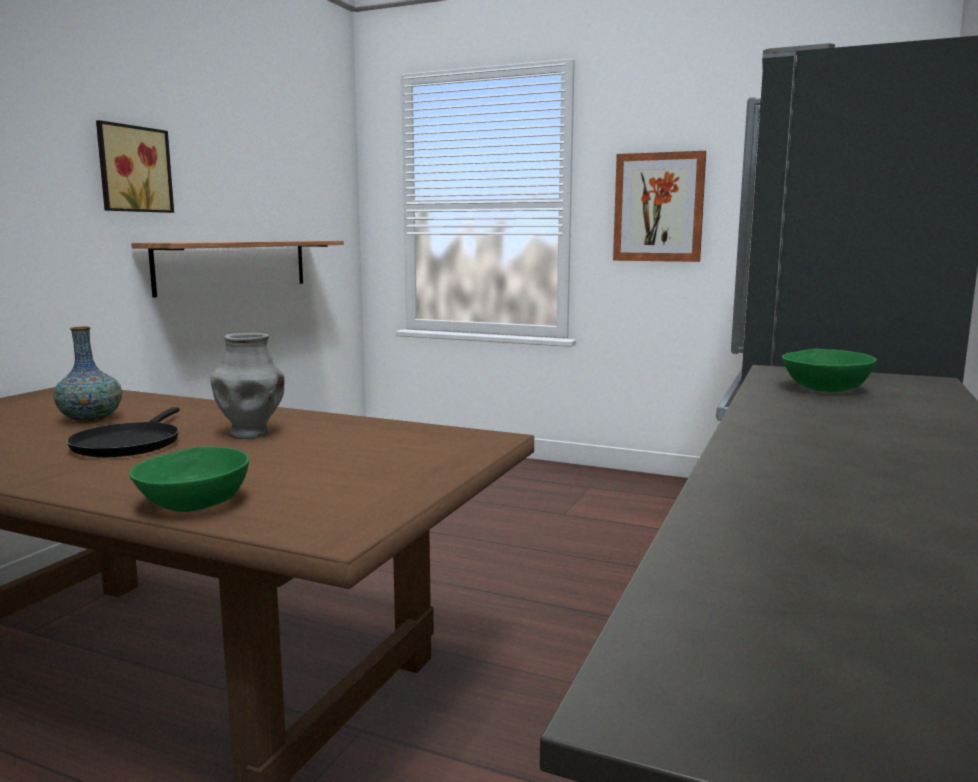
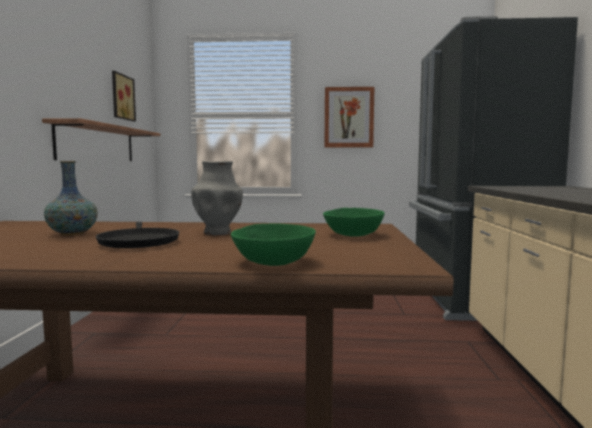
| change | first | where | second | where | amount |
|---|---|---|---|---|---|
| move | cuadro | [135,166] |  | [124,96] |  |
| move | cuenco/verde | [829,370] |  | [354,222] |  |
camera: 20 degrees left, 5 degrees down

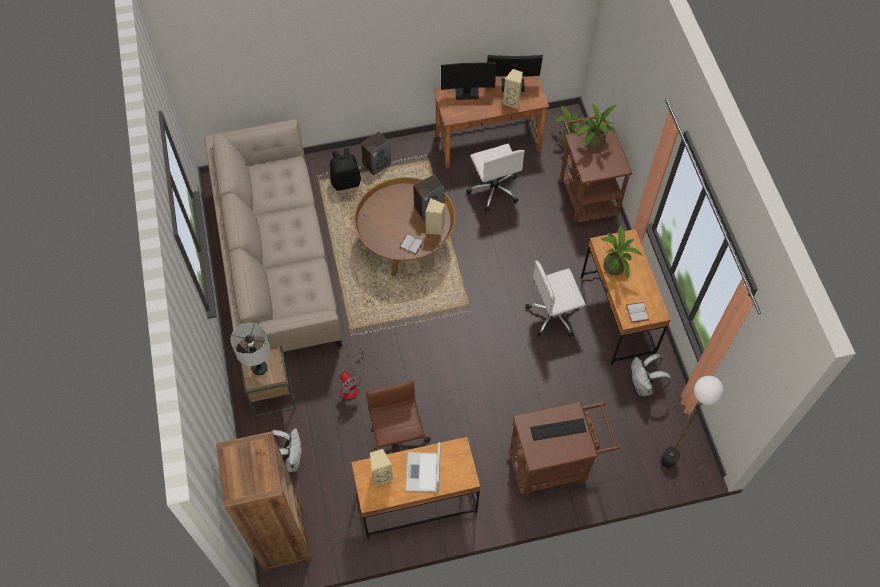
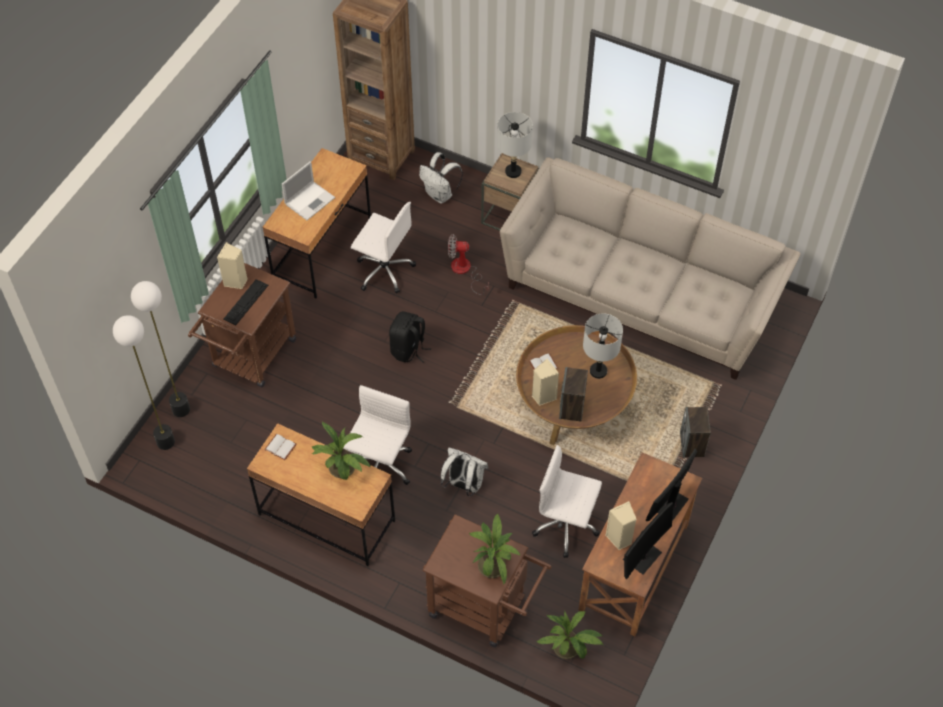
| change | first | where | second | where | amount |
|---|---|---|---|---|---|
| insert |  |  | lámpara de pie | [160,349] |  |
| move | altavoz/beis | [381,467] |  | [232,265] |  |
| rotate | portátil | [423,467] |  | [308,190] | 90 degrees clockwise |
| recolor | silla de oficina/marrón | [398,417] | silla de oficina/blanco | [383,248] |  |
| move | mochila/negro | [345,169] |  | [410,336] |  |
| move | mochila/blanco | [651,374] |  | [464,472] |  |
| insert |  |  | lámpara de mesa/gris | [603,346] |  |
camera: 130 degrees right, 5 degrees down

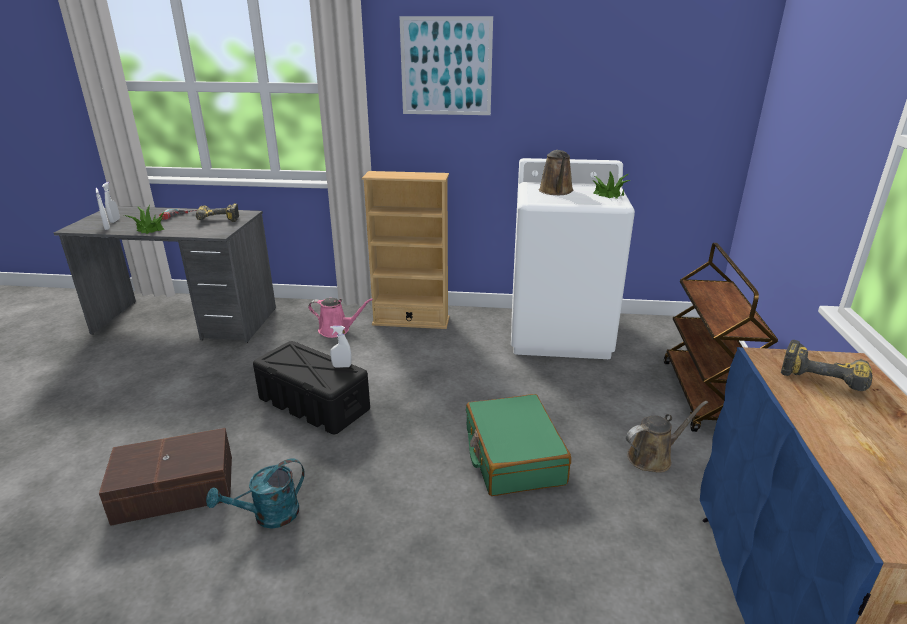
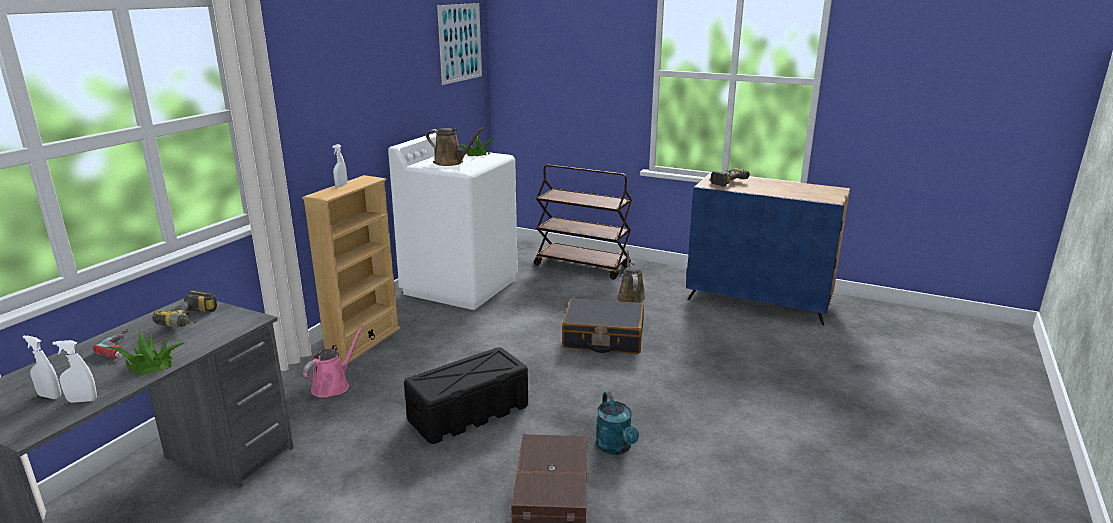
| change | first | where | second | where | amount |
|---|---|---|---|---|---|
| move | pulverizador/blanco | [341,347] |  | [339,165] |  |
| move | cuadro | [446,65] |  | [459,44] |  |
| recolor | maleta/verde | [518,445] | maleta/negro | [603,326] |  |
camera: 70 degrees left, 5 degrees down

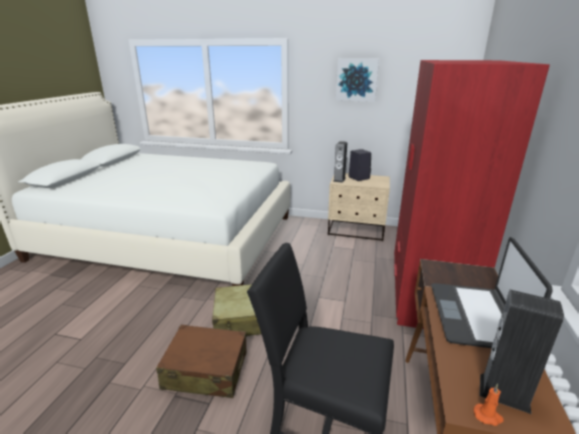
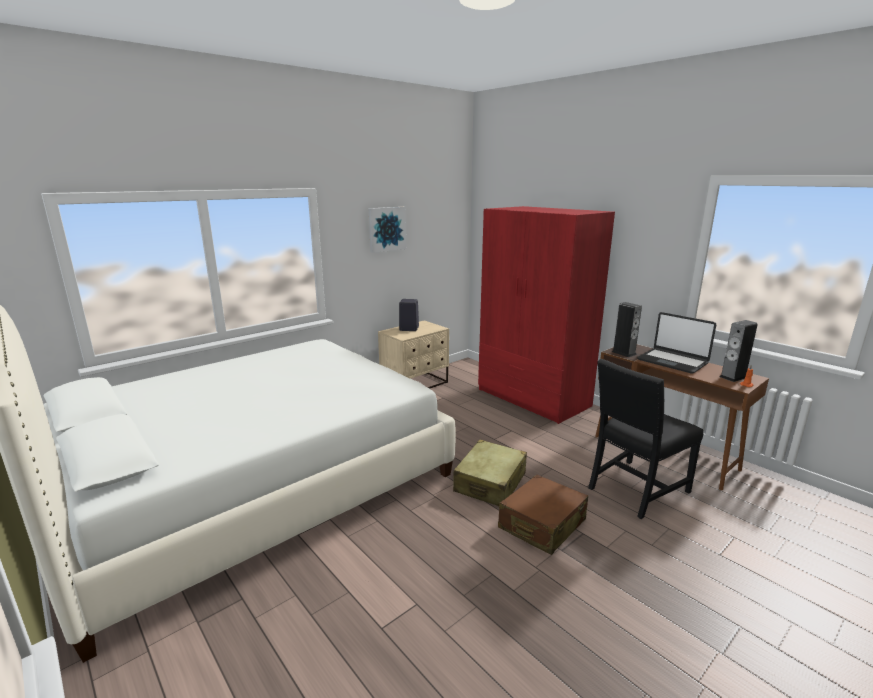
| change | first | where | second | where | amount |
|---|---|---|---|---|---|
| move | altavoz | [340,162] |  | [627,329] |  |
camera: 55 degrees left, 5 degrees down

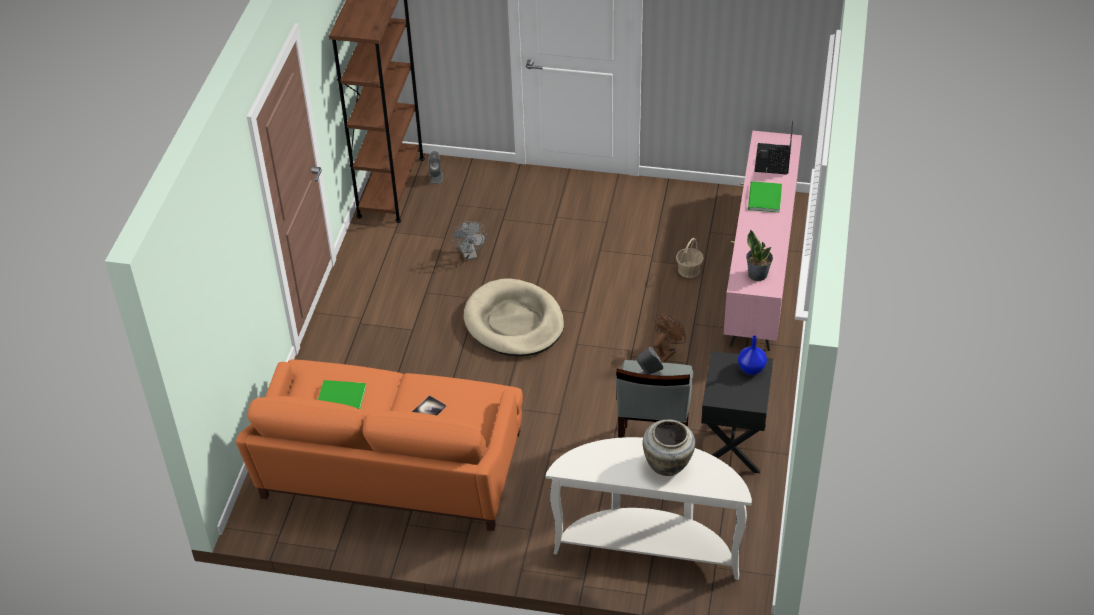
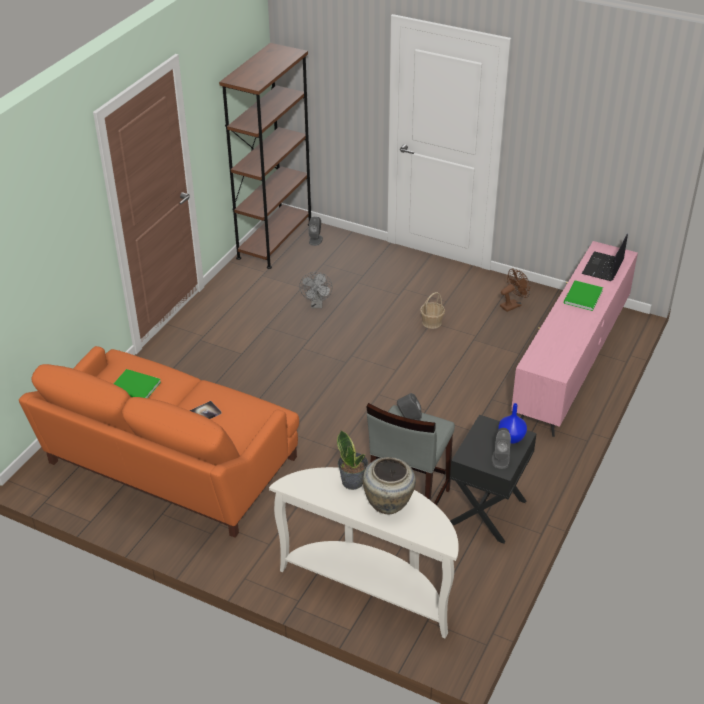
| change | first | where | second | where | amount |
|---|---|---|---|---|---|
| move | planta en maceta | [759,255] |  | [352,460] |  |
| move | cesta | [690,258] |  | [432,310] |  |
| insert |  |  | altavoz/gris | [501,448] |  |
| move | ventilador/marrón | [669,339] |  | [515,290] |  |
| delete | cama para perro/beis | [514,317] |  |  |  |
camera: 15 degrees right, 5 degrees down

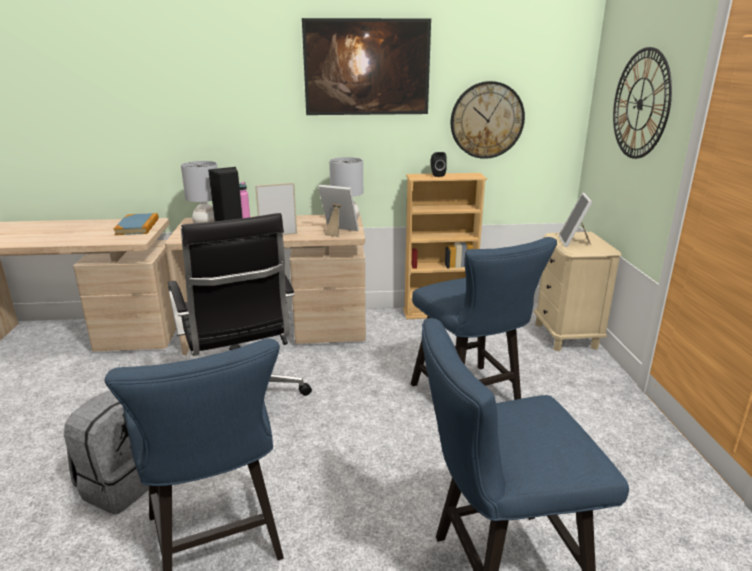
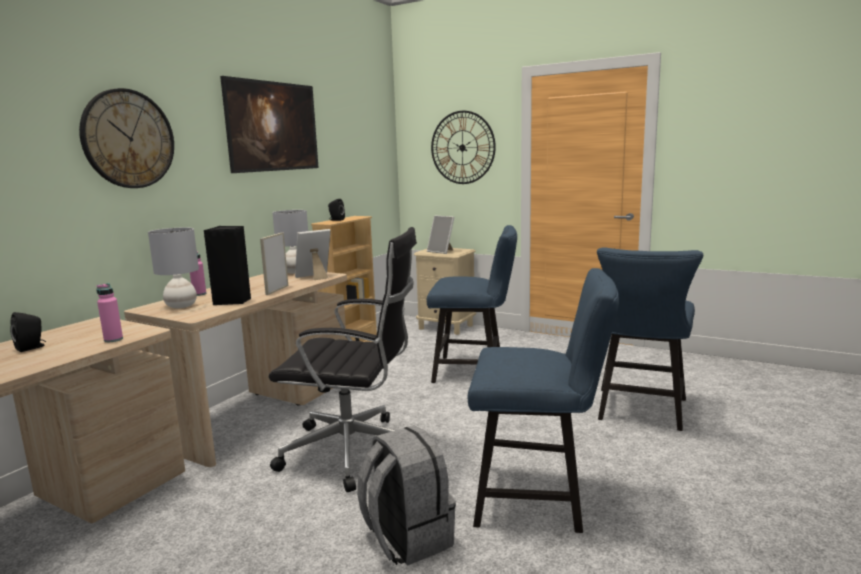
| change | first | where | second | where | amount |
|---|---|---|---|---|---|
| insert |  |  | altavoz/negro | [28,332] |  |
| move | reloj de pared | [488,120] |  | [126,138] |  |
| insert |  |  | botella/rosa | [110,312] |  |
| delete | libro | [136,224] |  |  |  |
camera: 55 degrees left, 10 degrees down

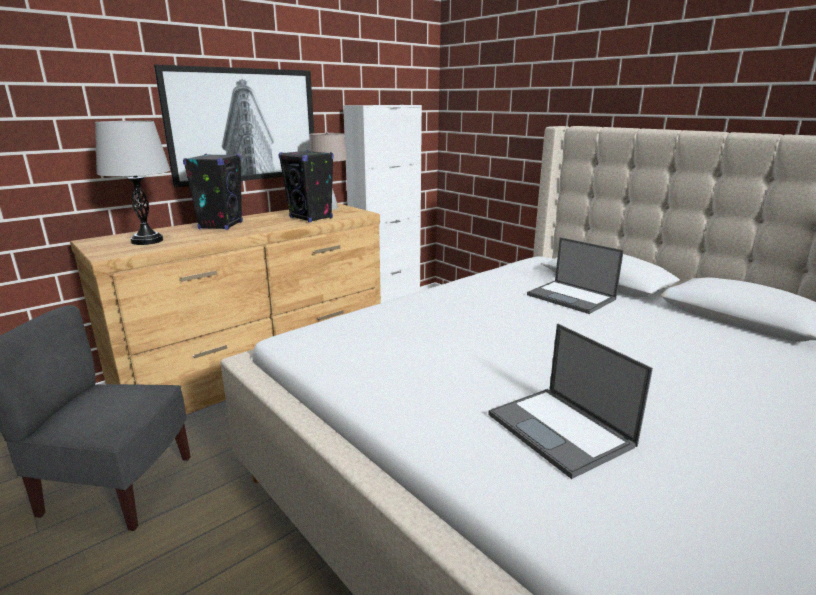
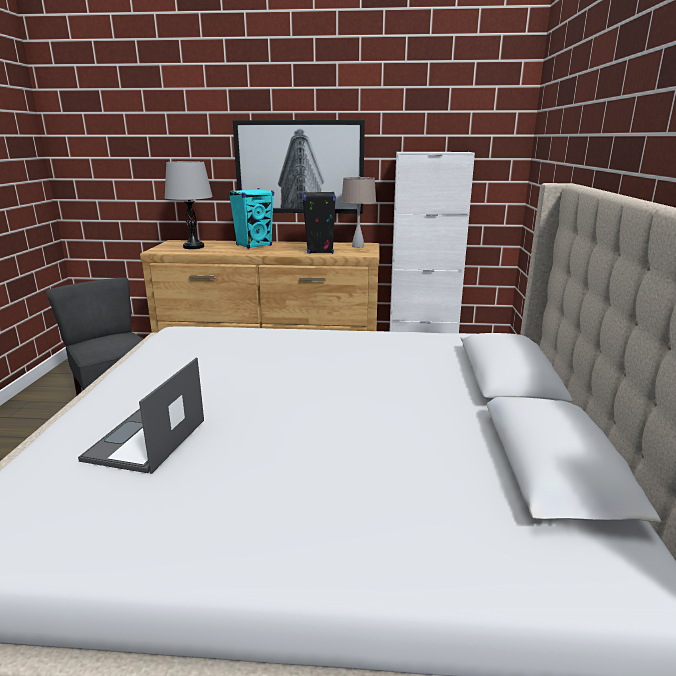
| change | first | where | second | where | amount |
|---|---|---|---|---|---|
| recolor | altavoz/negro | [213,192] | altavoz/turquesa | [251,218] |  |
| delete | portátil | [575,275] |  |  |  |
camera: 45 degrees right, 0 degrees up

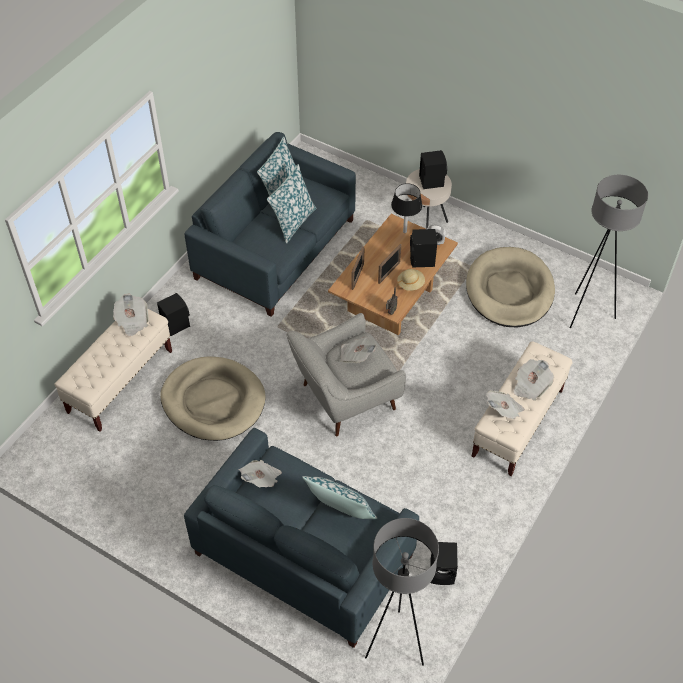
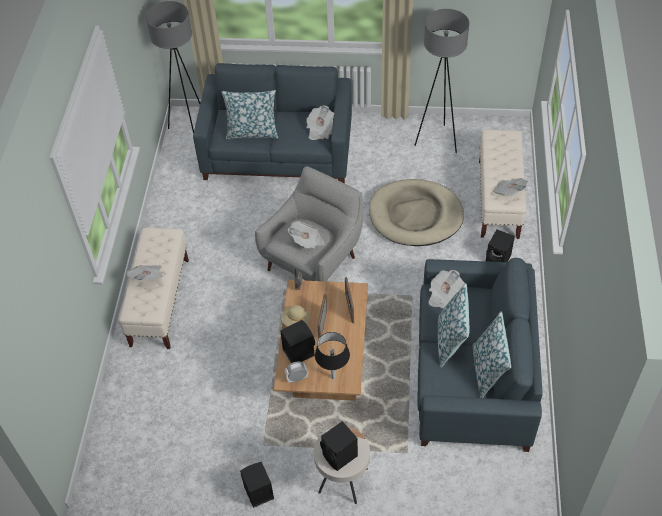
| change | first | where | second | where | amount |
|---|---|---|---|---|---|
| move | altavoz/negro | [444,563] |  | [257,485] |  |
| move | lámpara de pie/gris | [609,251] |  | [442,81] |  |
| move | periódico | [505,404] |  | [446,289] |  |
| delete | cama para perro/beis | [510,287] |  |  |  |
camera: 155 degrees right, 0 degrees up

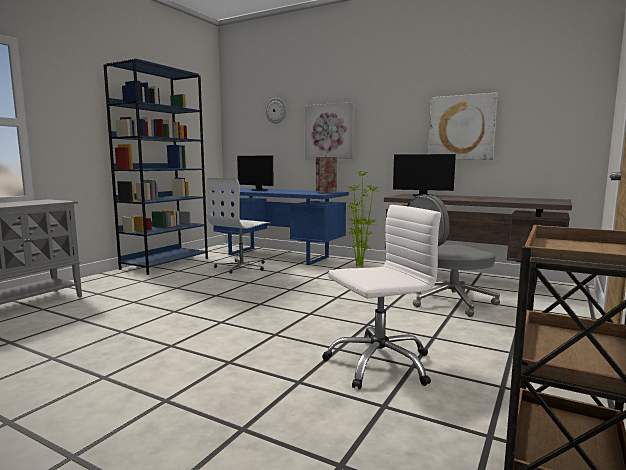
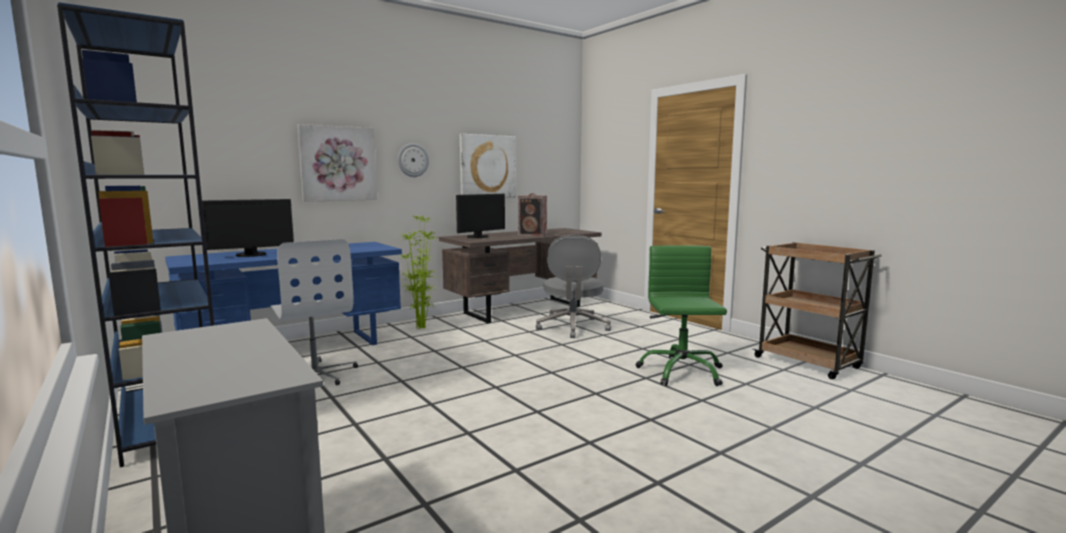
| change | first | where | second | where | amount |
|---|---|---|---|---|---|
| move | reloj de pared | [276,111] |  | [413,160] |  |
| move | altavoz | [326,174] |  | [532,214] |  |
| recolor | silla de oficina/blanco | [381,297] | silla de oficina/verde | [681,315] |  |
camera: 65 degrees left, 0 degrees up

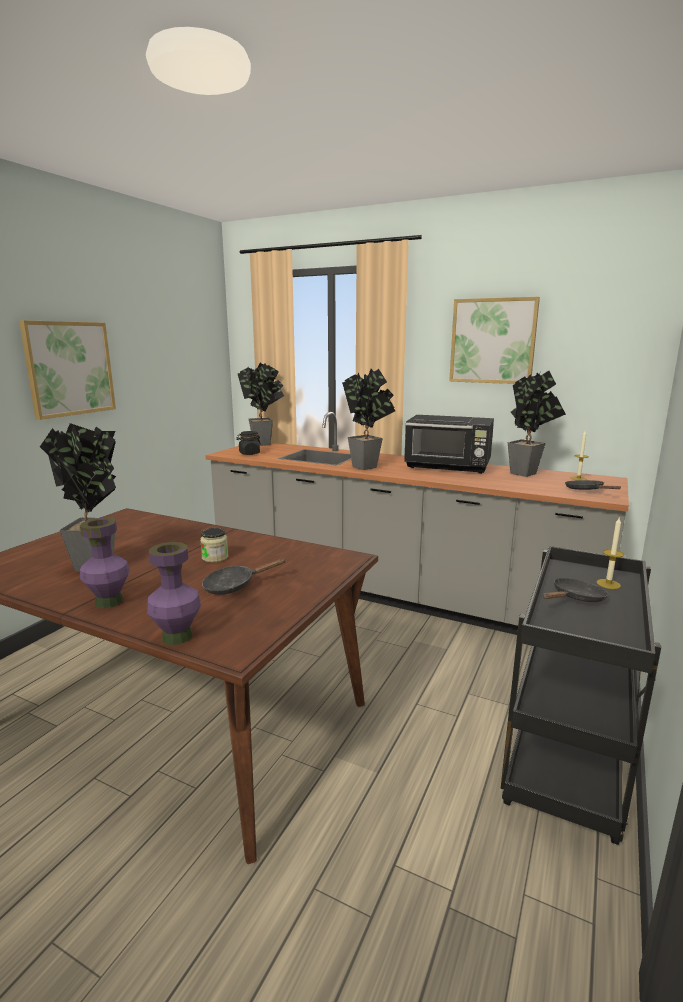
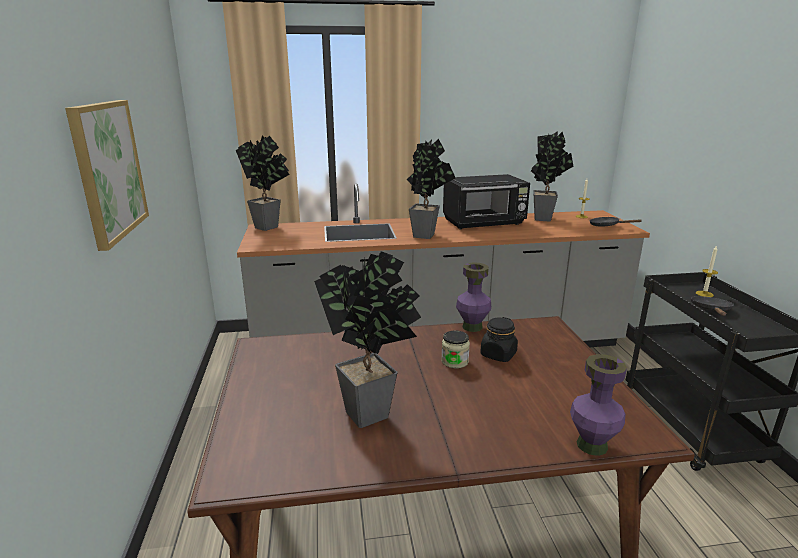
| change | first | where | second | where | amount |
|---|---|---|---|---|---|
| move | florero/morado | [105,563] |  | [473,297] |  |
| move | tarro/negro | [248,443] |  | [499,339] |  |
| delete | sartén/negro | [243,576] |  |  |  |
| delete | cuadro | [494,340] |  |  |  |
camera: 35 degrees left, 5 degrees up

